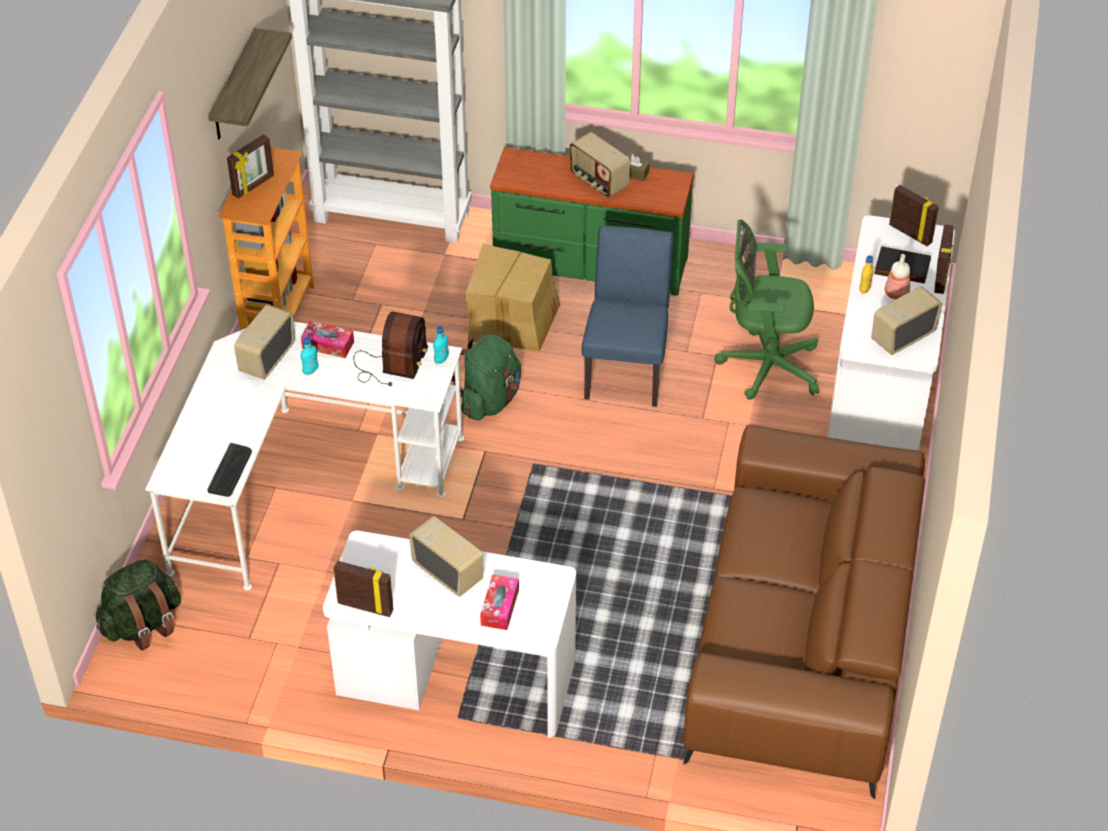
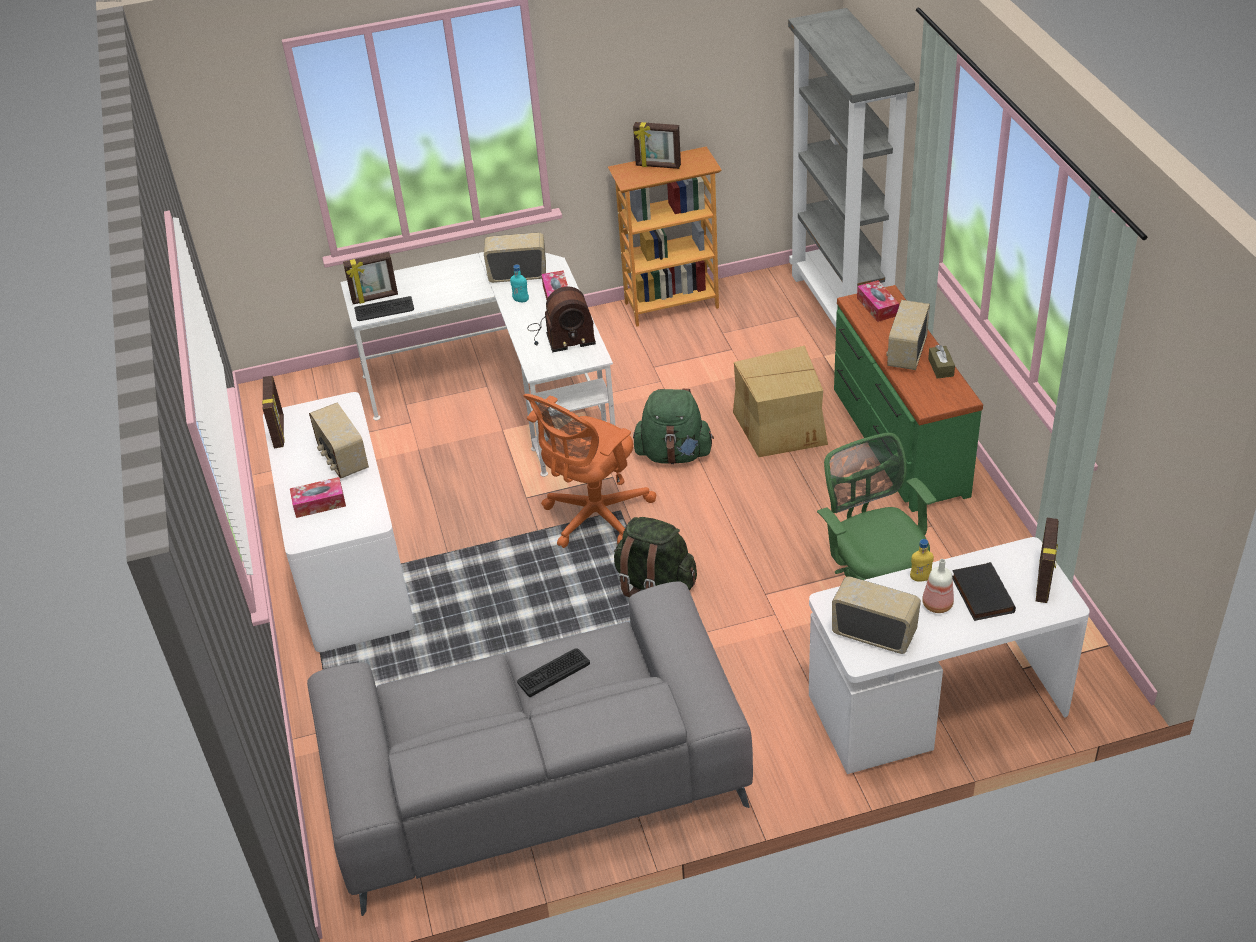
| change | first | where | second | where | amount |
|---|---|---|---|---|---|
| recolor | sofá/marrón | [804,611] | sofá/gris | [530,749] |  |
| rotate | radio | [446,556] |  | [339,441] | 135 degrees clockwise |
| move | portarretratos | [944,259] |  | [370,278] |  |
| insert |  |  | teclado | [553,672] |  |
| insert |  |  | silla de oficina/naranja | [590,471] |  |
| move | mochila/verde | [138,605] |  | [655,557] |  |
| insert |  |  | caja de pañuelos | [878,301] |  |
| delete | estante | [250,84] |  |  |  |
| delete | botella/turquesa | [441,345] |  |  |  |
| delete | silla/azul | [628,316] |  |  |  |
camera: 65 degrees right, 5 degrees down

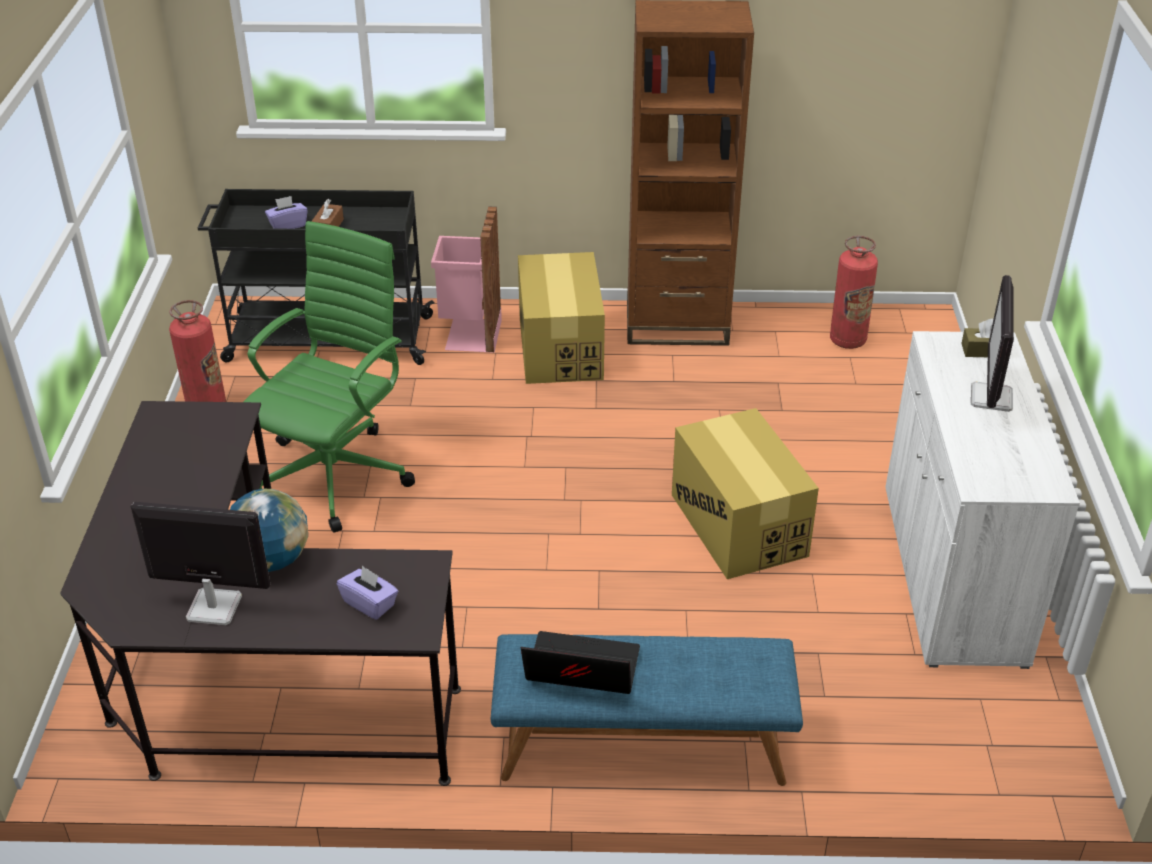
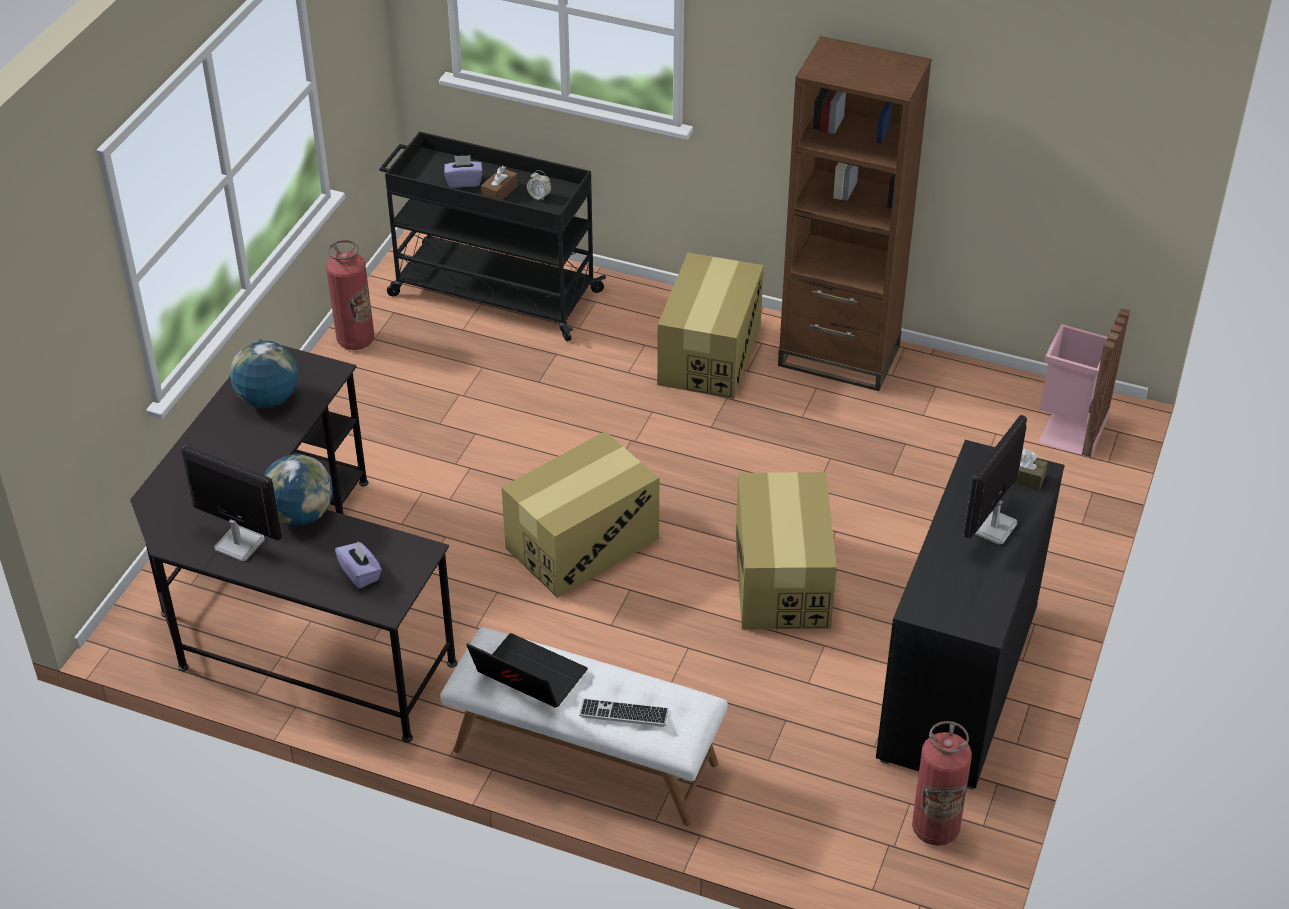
| change | first | where | second | where | amount |
|---|---|---|---|---|---|
| insert |  |  | globo terráqueo | [264,374] |  |
| recolor | banco/azul | [647,710] | banco/blanco | [584,726] |  |
| insert |  |  | caja de cartón | [580,514] |  |
| insert |  |  | despertador | [539,185] |  |
| insert |  |  | teclado | [624,712] |  |
| recolor | armario/blanco | [982,500] | armario/negro | [970,615] |  |
| move | extintor | [854,292] |  | [942,783] |  |
| move | papelera/rosa | [466,279] |  | [1084,383] |  |
| delete | silla de oficina/verde | [329,377] |  |  |  |
camera: 20 degrees right, 5 degrees up

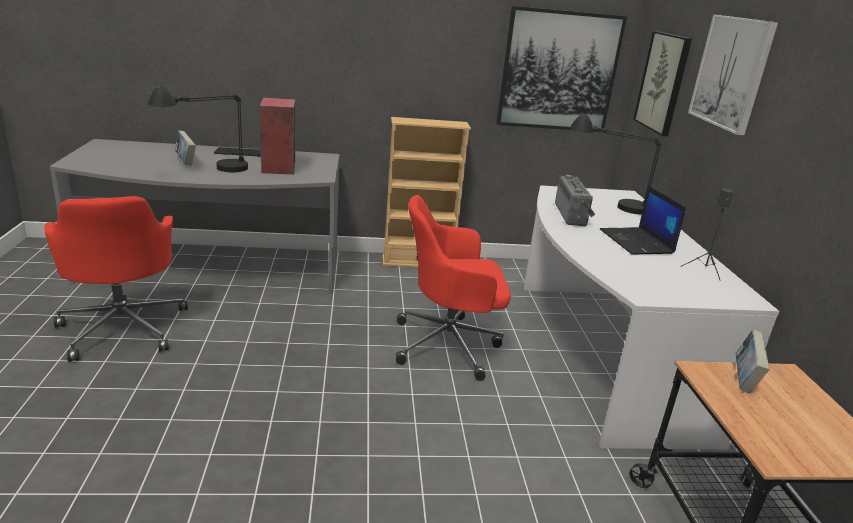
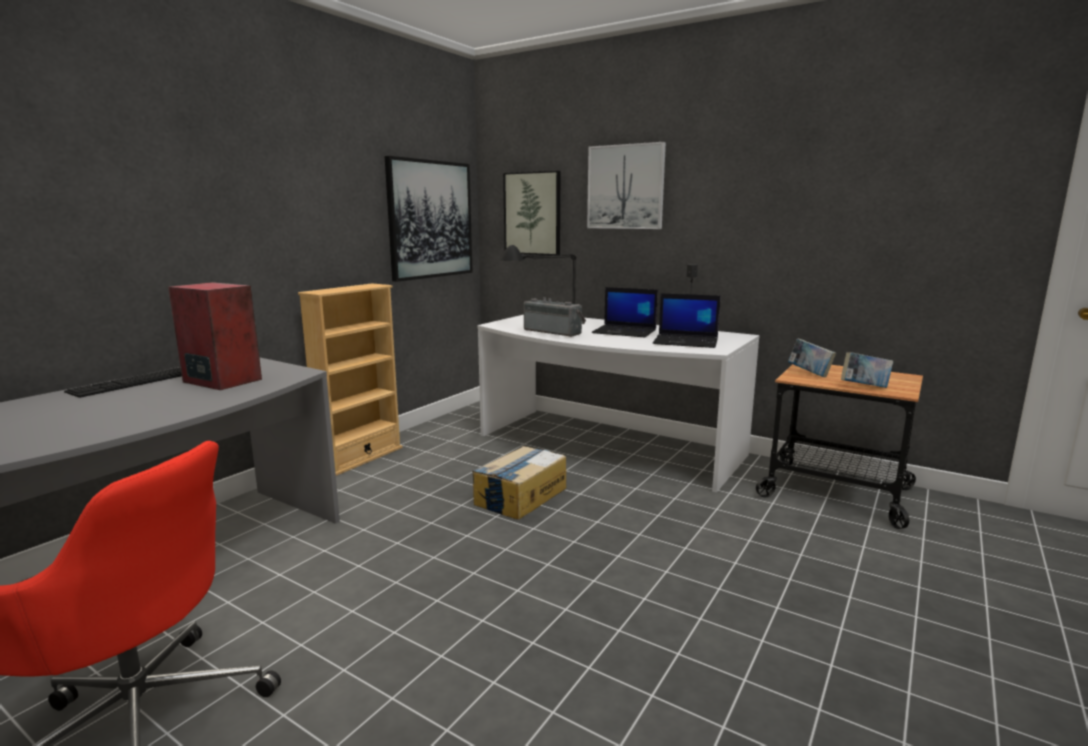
| change | first | where | second | where | amount |
|---|---|---|---|---|---|
| replace | silla de oficina/rojo | [453,288] | caja de cartón | [519,483] |  |
| insert |  |  | portátil | [687,320] |  |
| move | libro | [185,147] |  | [867,370] |  |
| delete | lámpara de mesa/negro | [198,129] |  |  |  |
camera: 50 degrees left, 10 degrees down

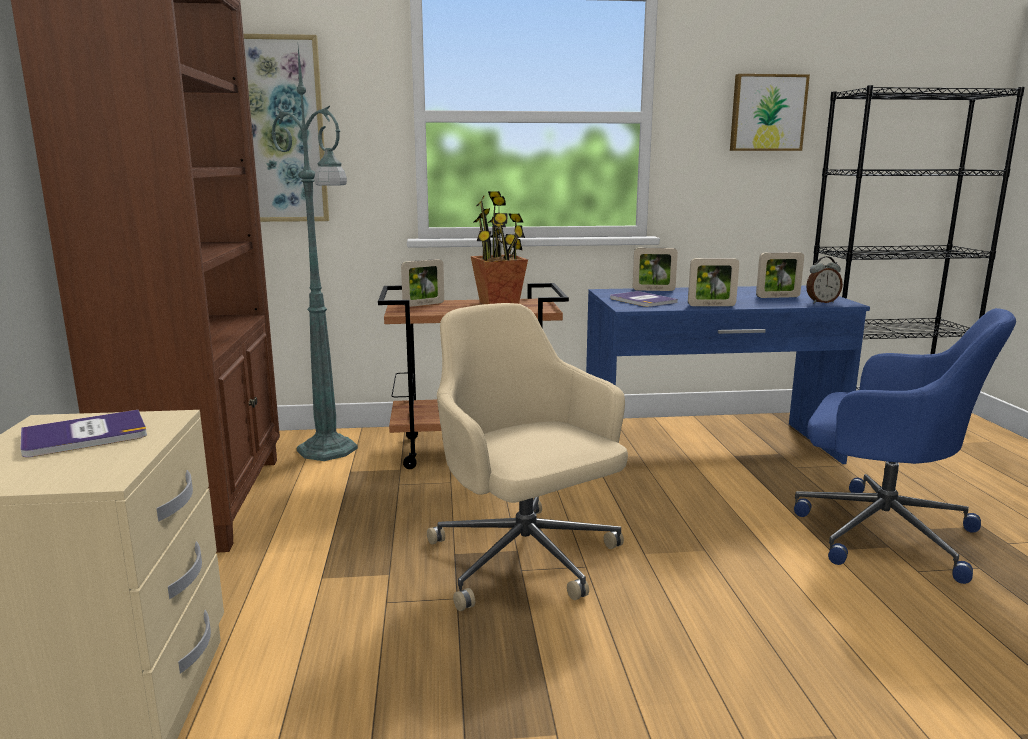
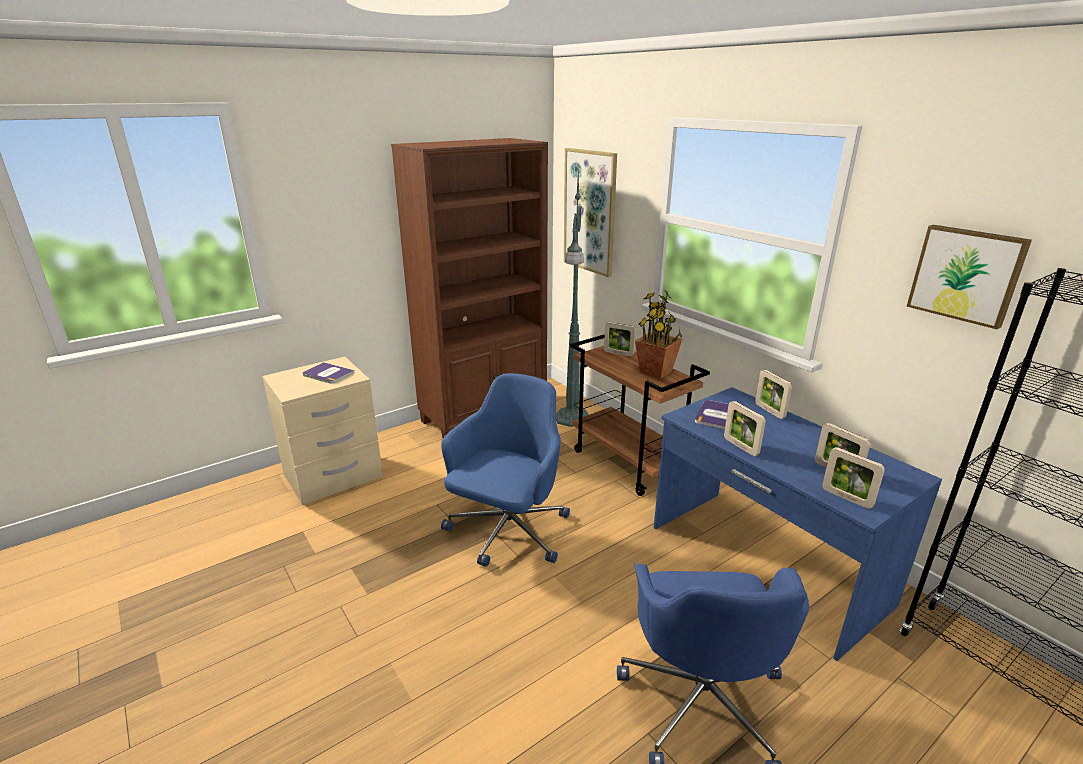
| change | first | where | second | where | amount |
|---|---|---|---|---|---|
| recolor | silla de oficina/beis | [527,457] | silla de oficina/azul | [505,470] |  |
| replace | despertador | [824,279] | portarretratos | [853,478] |  |
camera: 60 degrees right, 10 degrees up

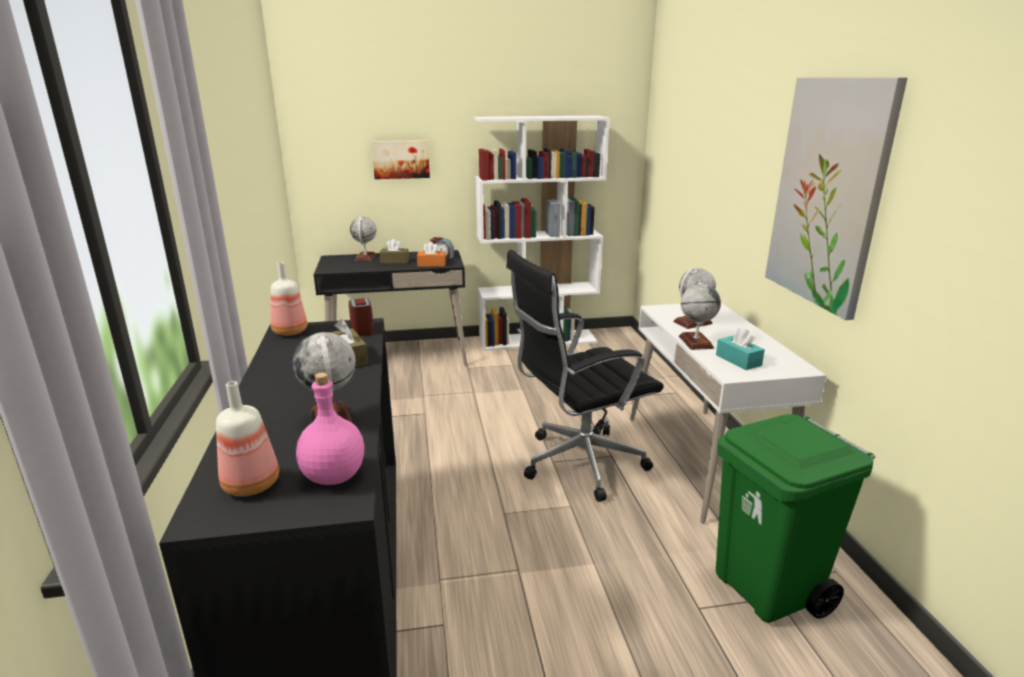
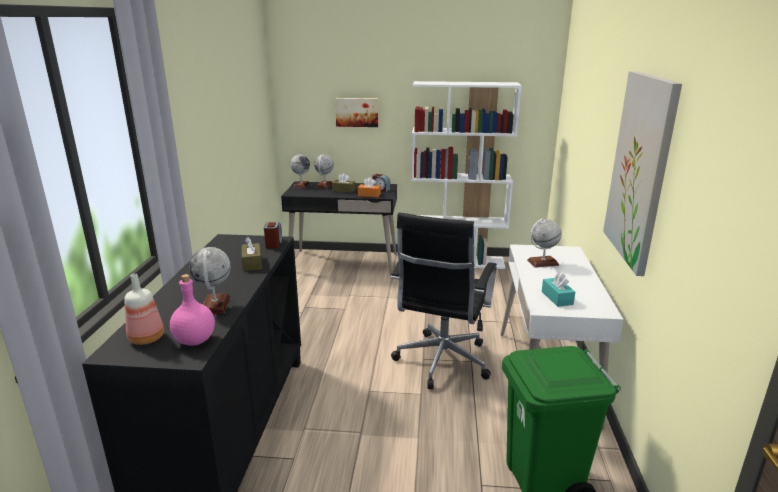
| change | first | where | second | where | amount |
|---|---|---|---|---|---|
| move | globo terráqueo | [700,315] |  | [300,170] |  |
| rotate | silla de oficina/negro | [585,376] |  | [443,301] | 60 degrees counterclockwise |
| delete | botella | [288,299] |  |  |  |
camera: 15 degrees right, 0 degrees up

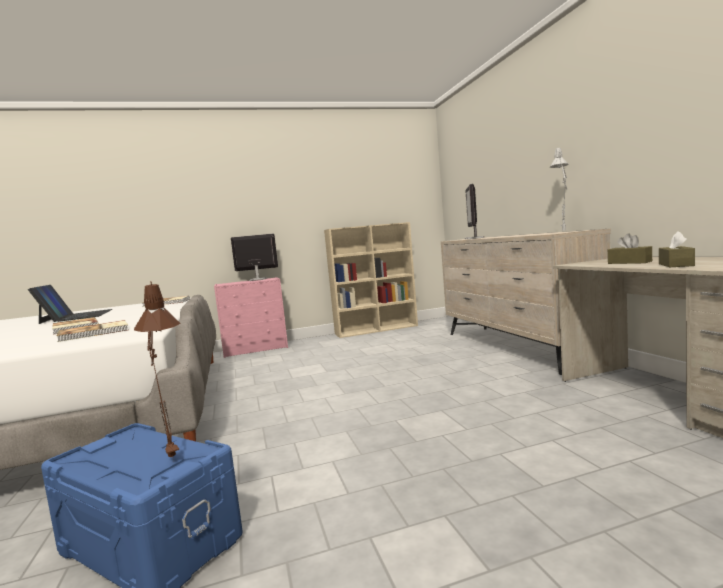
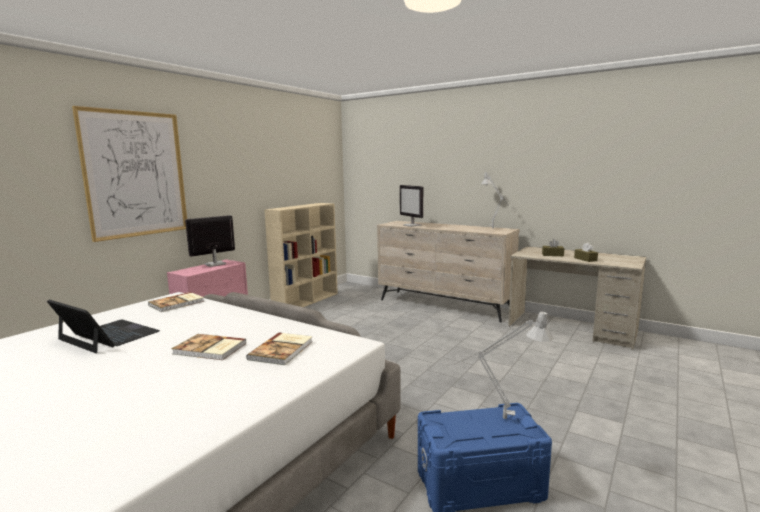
| change | first | where | second | where | amount |
|---|---|---|---|---|---|
| insert |  |  | cuadro | [129,174] |  |
| recolor | lámpara de mesa/marrón | [157,370] | lámpara de mesa/gris | [504,365] |  |
camera: 40 degrees left, 5 degrees up

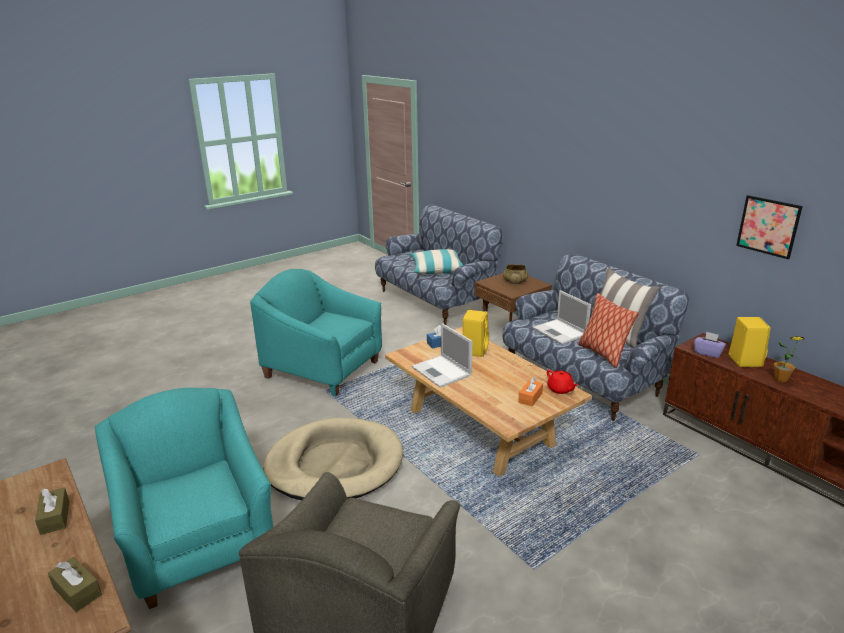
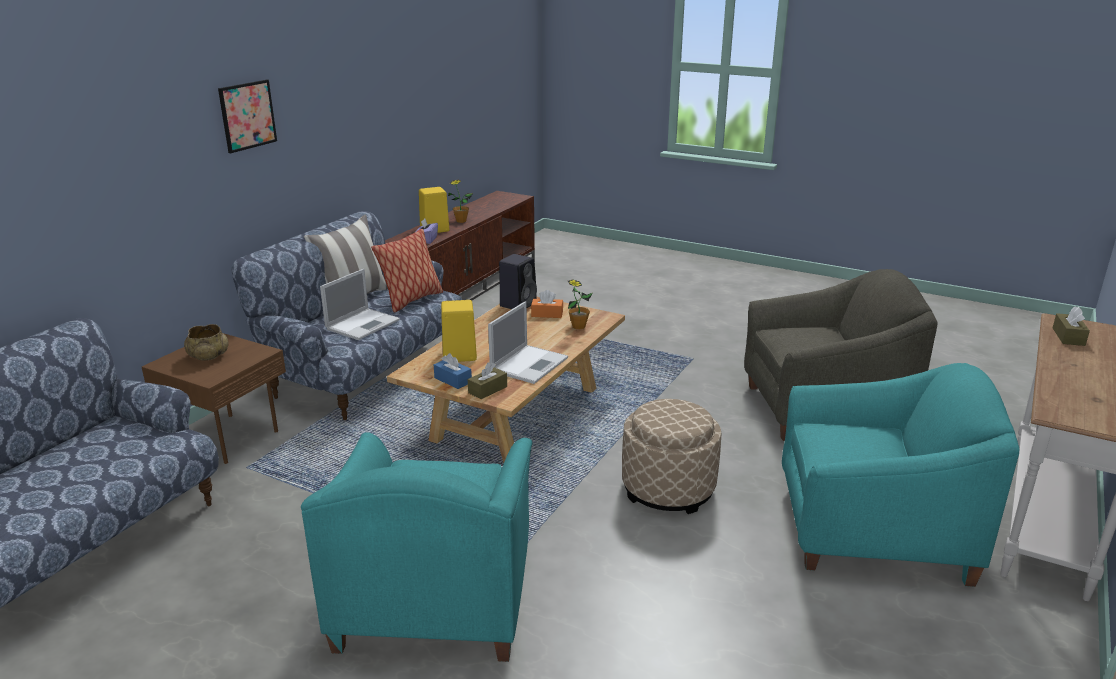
| change | first | where | second | where | amount |
|---|---|---|---|---|---|
| move | cuadro | [769,227] |  | [247,116] |  |
| move | caja de pañuelos/marrón | [52,511] |  | [487,380] |  |
| replace | tetera/rojo | [562,382] | altavoz/negro | [518,281] |  |
| insert |  |  | planta en maceta | [580,304] |  |
| replace | cama para perro/beis | [333,459] | puf/beis | [671,456] |  |
| rotate | sillón/turquesa | [184,498] |  | [901,475] | 120 degrees counterclockwise |
| delete | cojín | [436,261] |  |  |  |
camera: 115 degrees left, 0 degrees up

